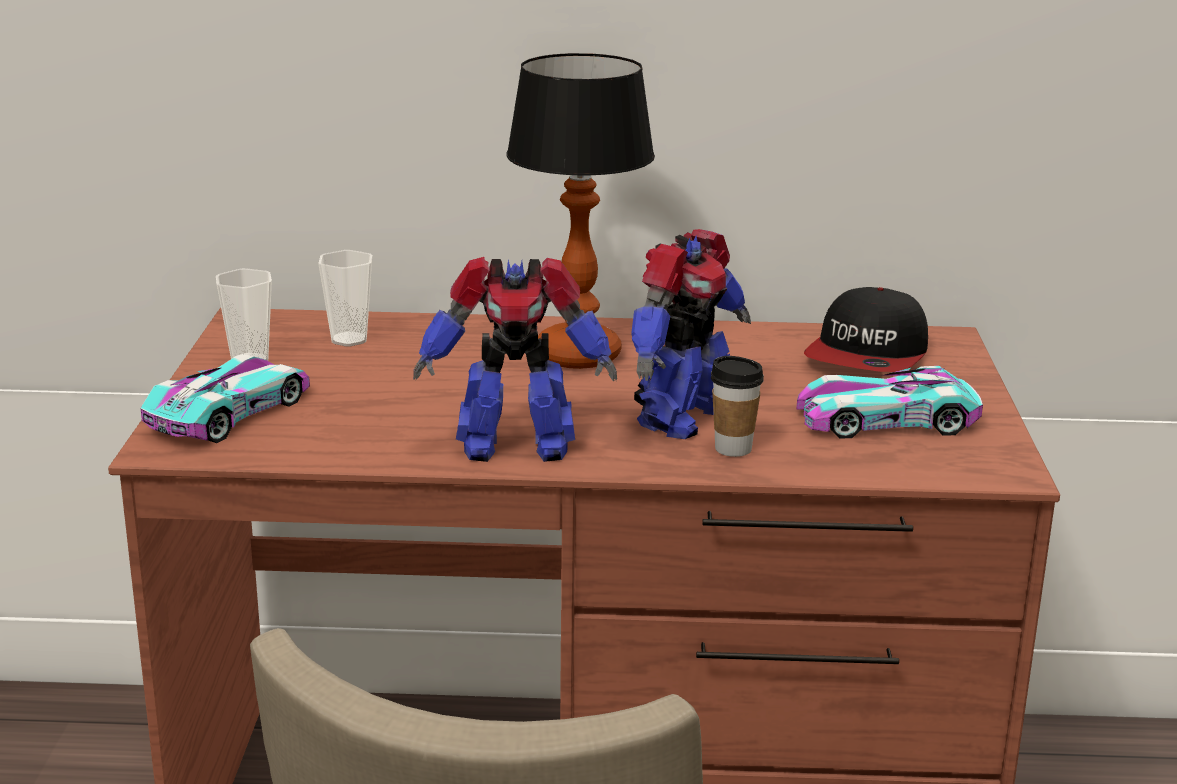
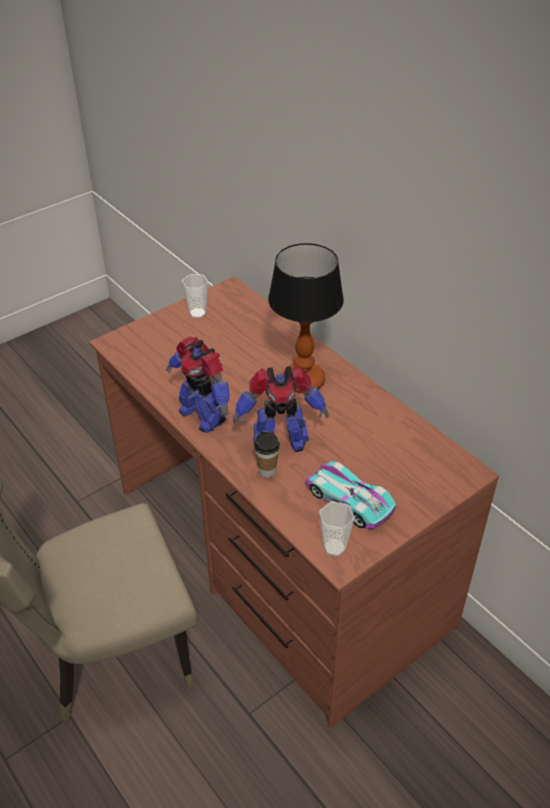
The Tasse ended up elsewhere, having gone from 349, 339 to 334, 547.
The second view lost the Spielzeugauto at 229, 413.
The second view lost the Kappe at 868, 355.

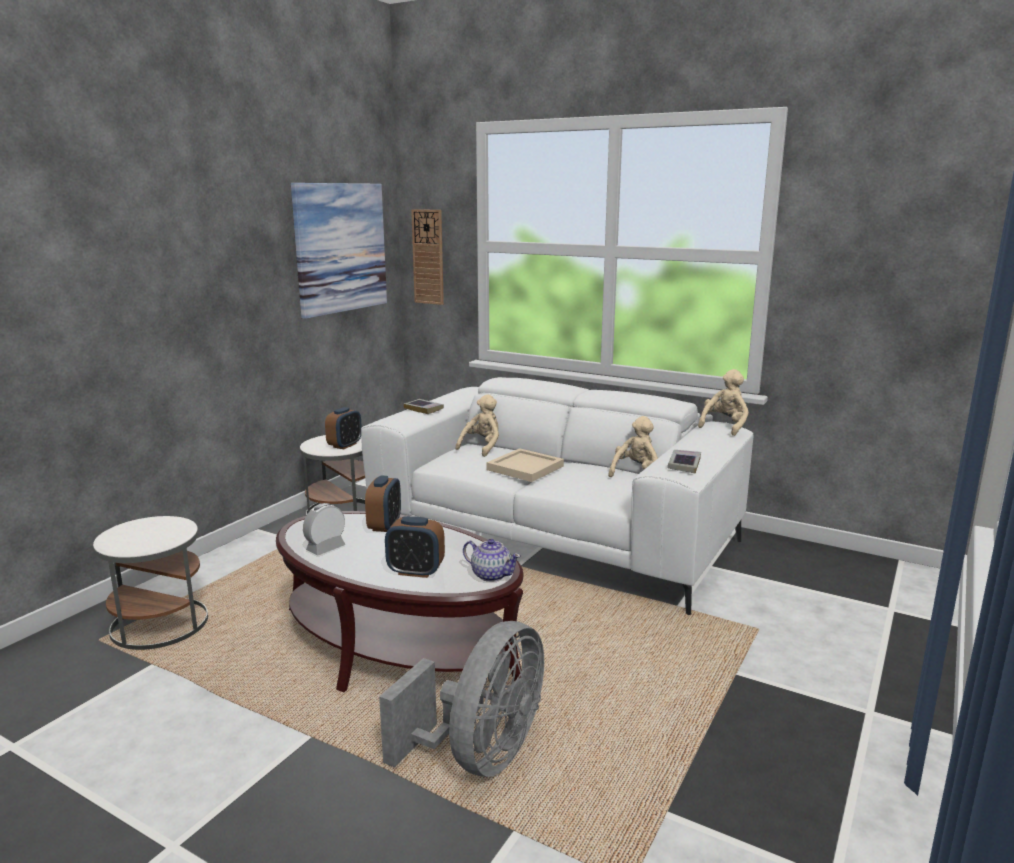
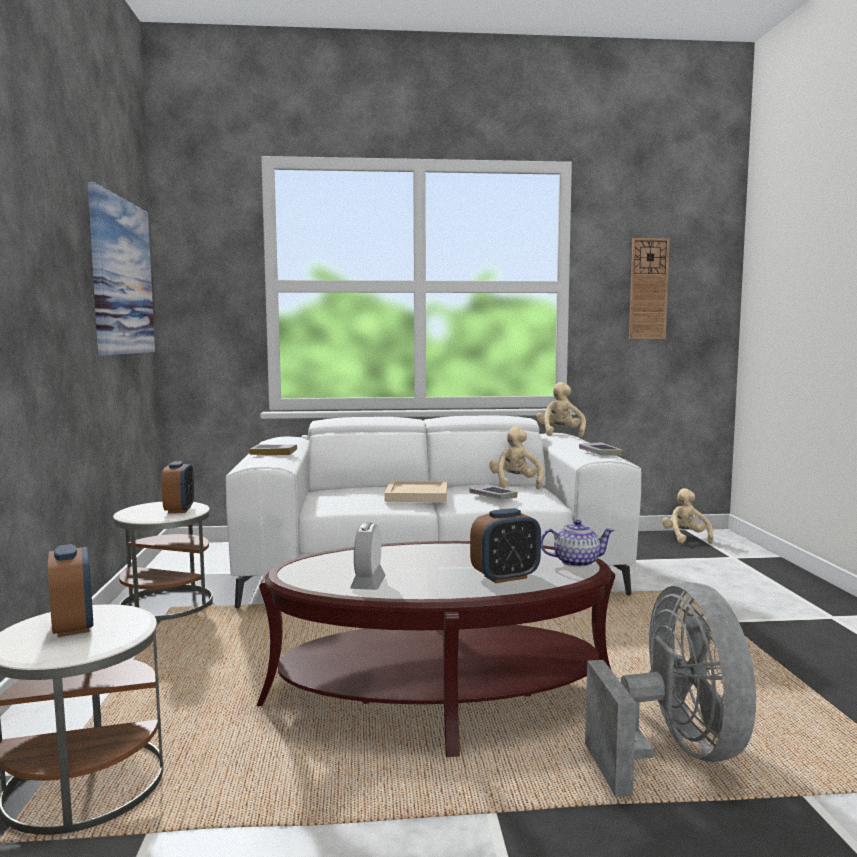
The Wecker ended up elsewhere, having gone from 385, 526 to 73, 626.
The second view gained the Buch at 492, 496.
The Wanduhr ended up elsewhere, having gone from 428, 257 to 648, 289.
The Plüschtier (beige) ended up elsewhere, having gone from 482, 447 to 685, 538.

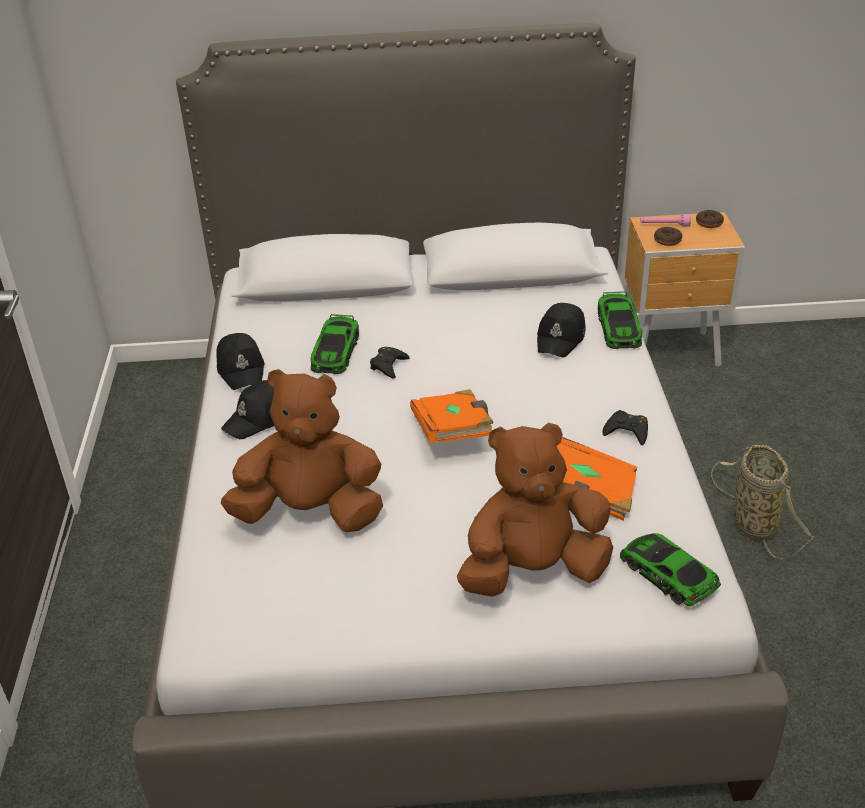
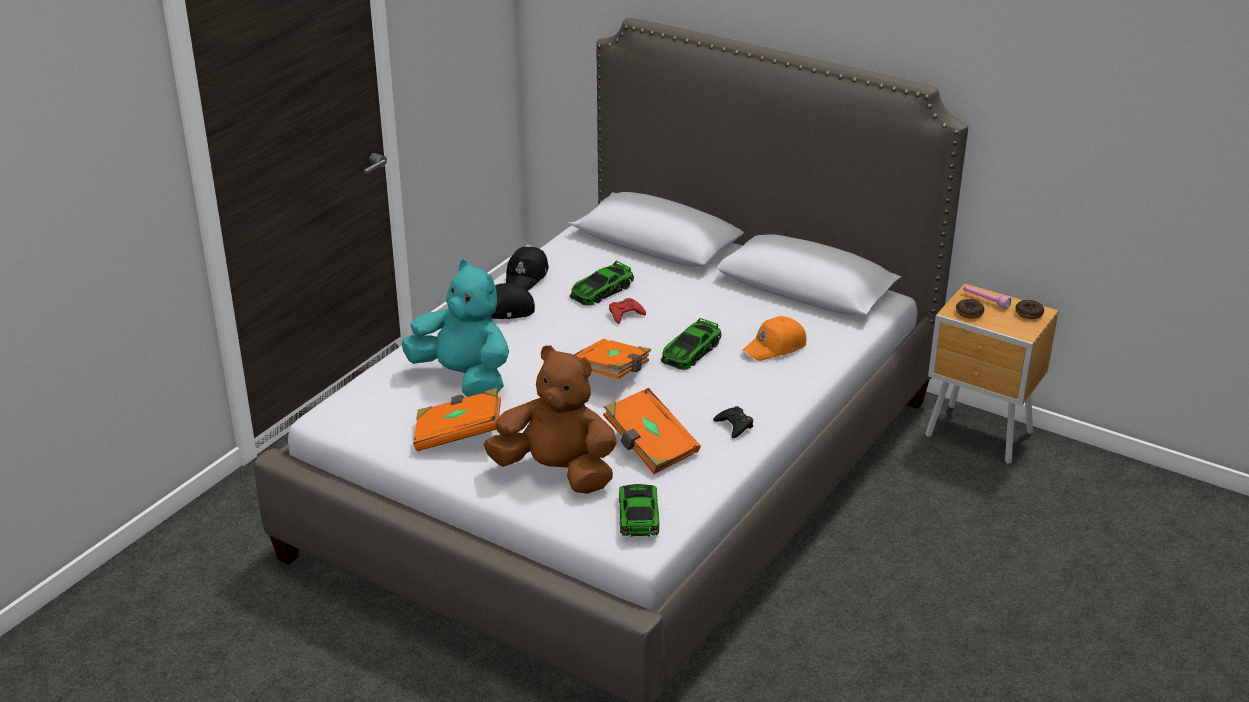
What was the Plüschtier (braun) at 311, 512 turned into the Plüschtier (türkis) at 464, 378.
The second view gained the Buch (orange) at 458, 435.
What was the Gamepad (schwarz) at 388, 365 turned into the Gamepad (rot) at 625, 314.
The Spielzeugauto ended up elsewhere, having gone from 618, 328 to 691, 351.
What was the Kappe (schwarz) at 561, 338 turned into the Kappe (orange) at 775, 347.
The second view lost the Korb at 752, 522.

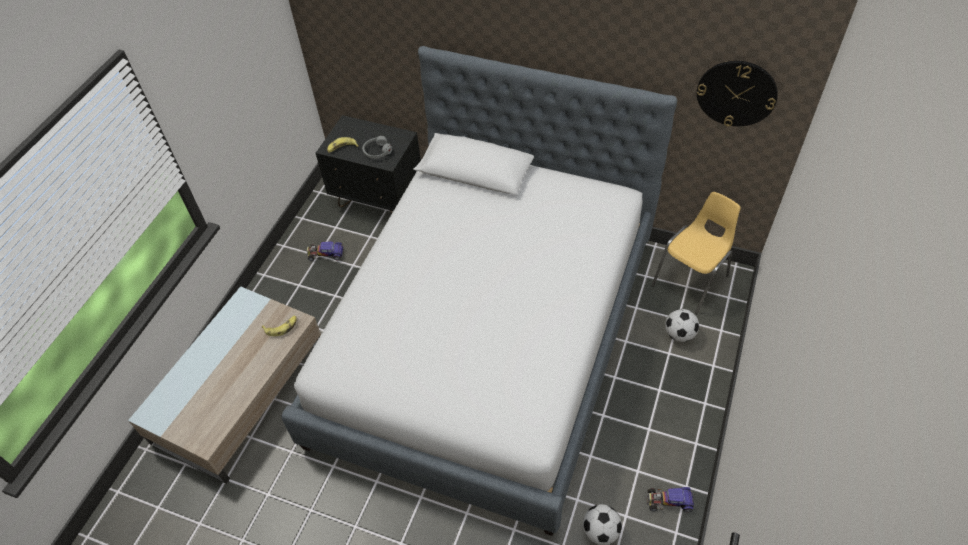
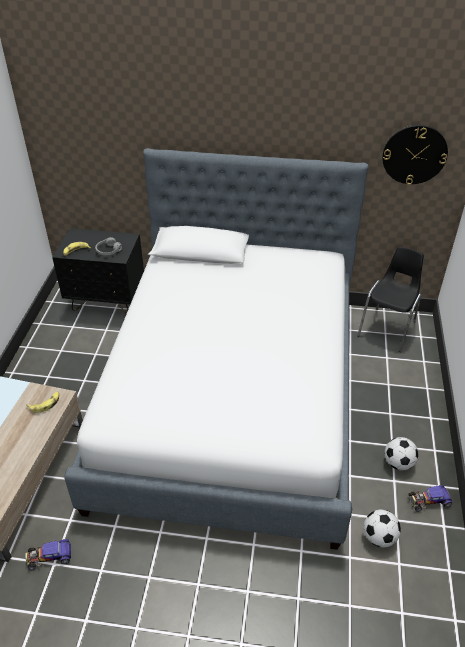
The Spielzeugauto ended up elsewhere, having gone from 325, 254 to 49, 557.
What was the Stuhl (gelb) at 691, 281 turned into the Stuhl (schwarz) at 388, 329.
The Fußball ended up elsewhere, having gone from 679, 334 to 398, 463.

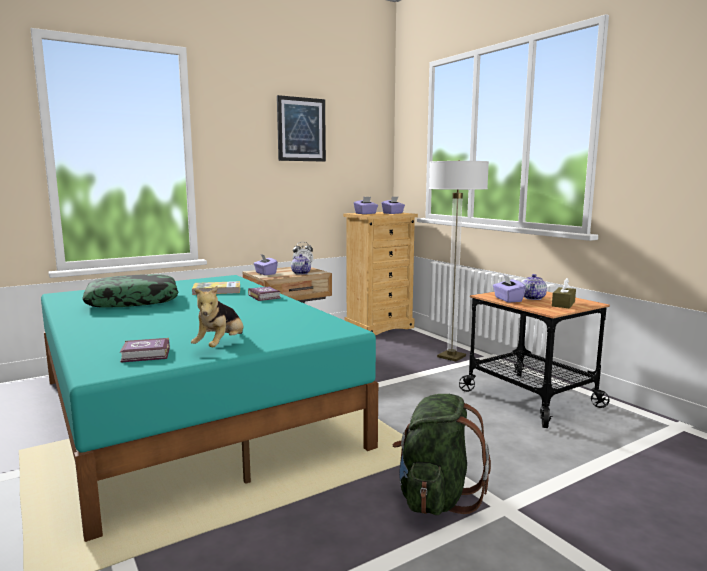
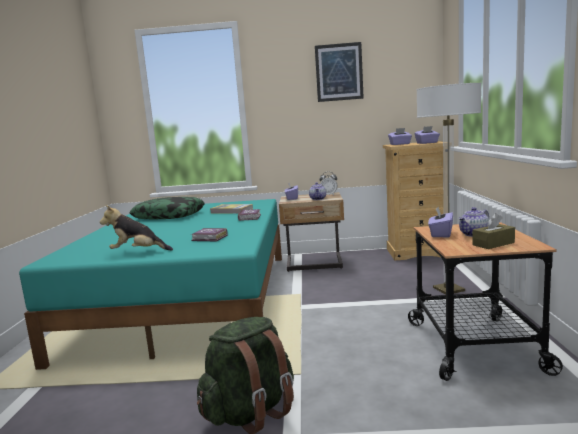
The Plüschtier at 221, 346 ended up facing another way, 45 degrees clockwise from before.
The Buch ended up elsewhere, having gone from 147, 355 to 210, 238.

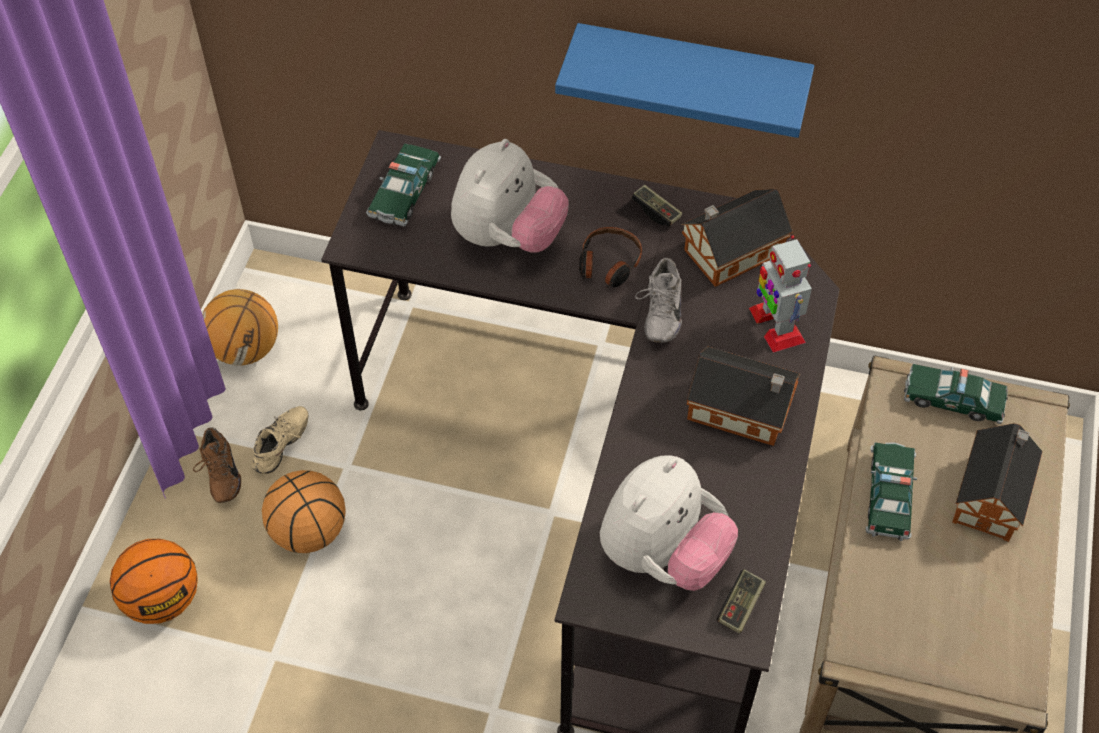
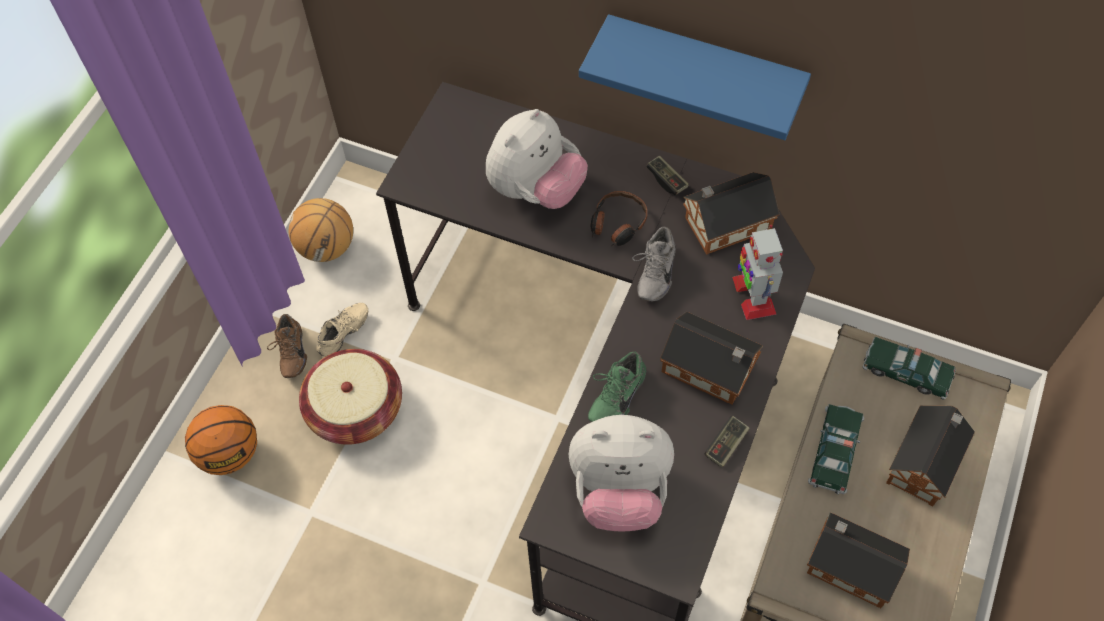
Where the Basketball stood at 309, 530, the Korb came to stand at 356, 409.
The Plüschtier at 662, 554 ended up facing another way, 45 degrees clockwise from before.
The second view gained the Schuh (grün) at 614, 396.
The Gamepad ended up elsewhere, having gone from 740, 606 to 726, 445.
The second view gained the Spielzeughaus at 849, 565.
The second view lost the Spielzeugauto at 405, 192.

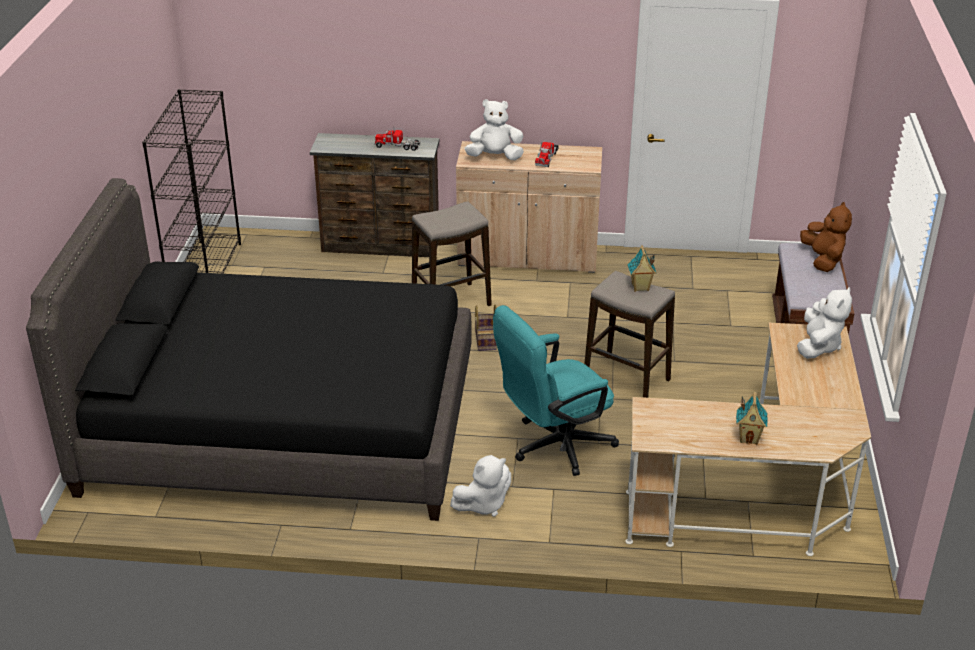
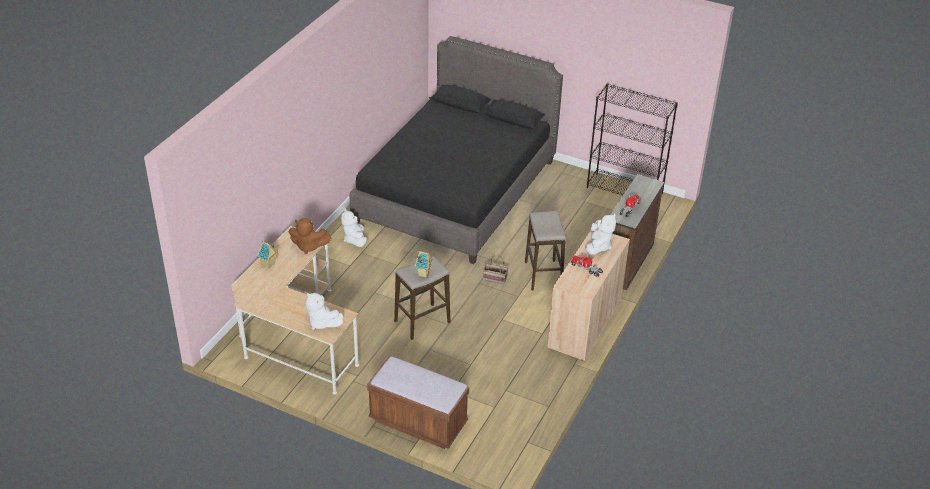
The Plüschtier (braun) ended up elsewhere, having gone from 823, 260 to 309, 246.
The second view lost the Bürostuhl (türkis) at 553, 446.

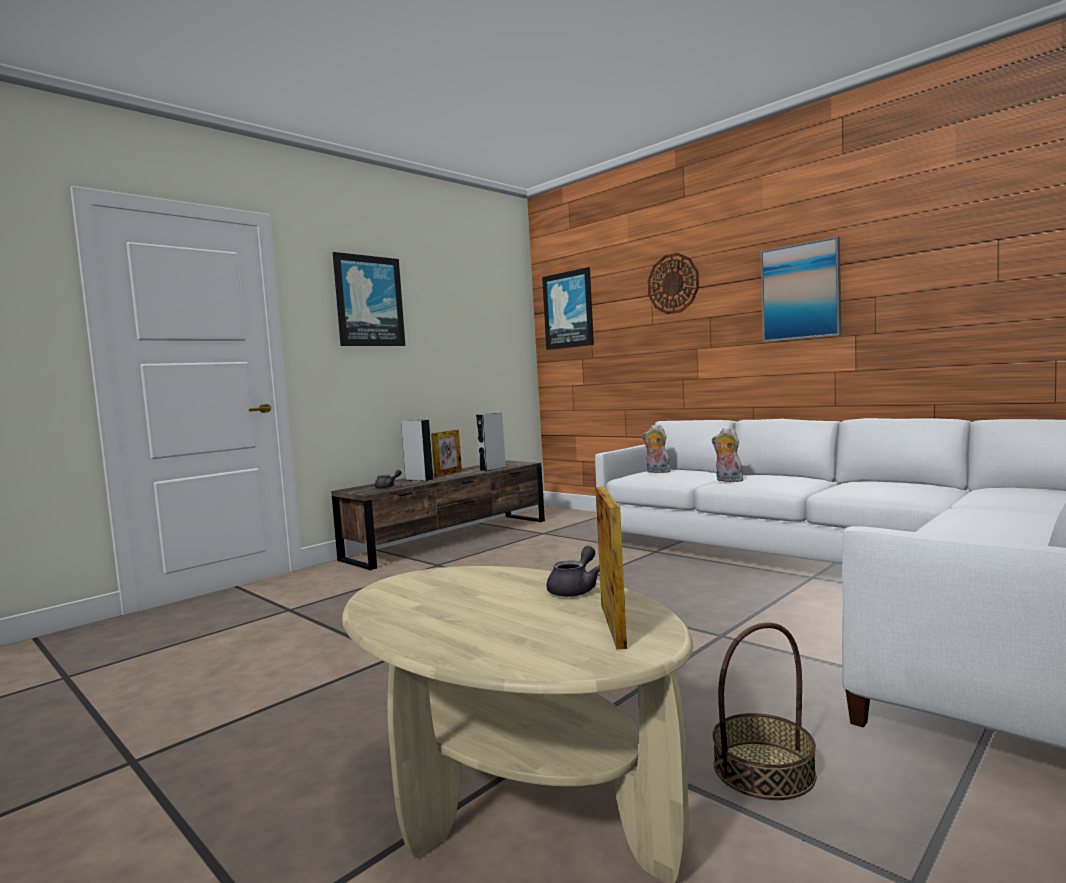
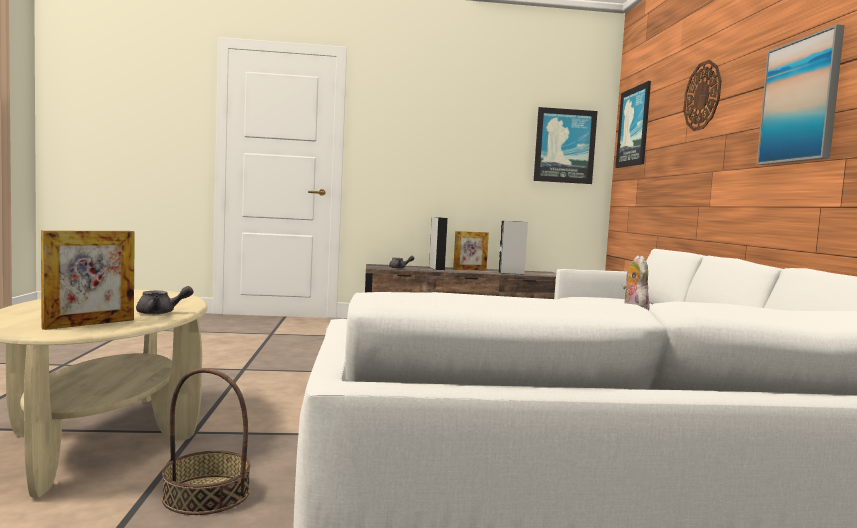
The Bild ended up elsewhere, having gone from 369, 301 to 564, 146.
The second view lost the Plüschtier at 656, 472.

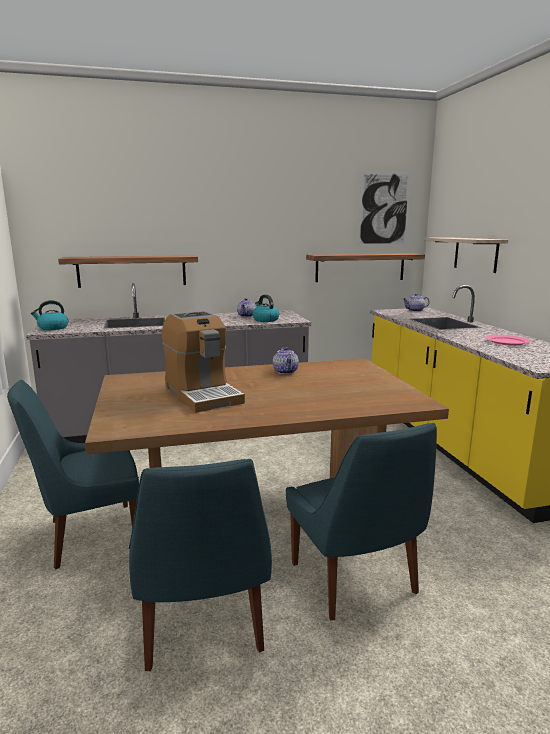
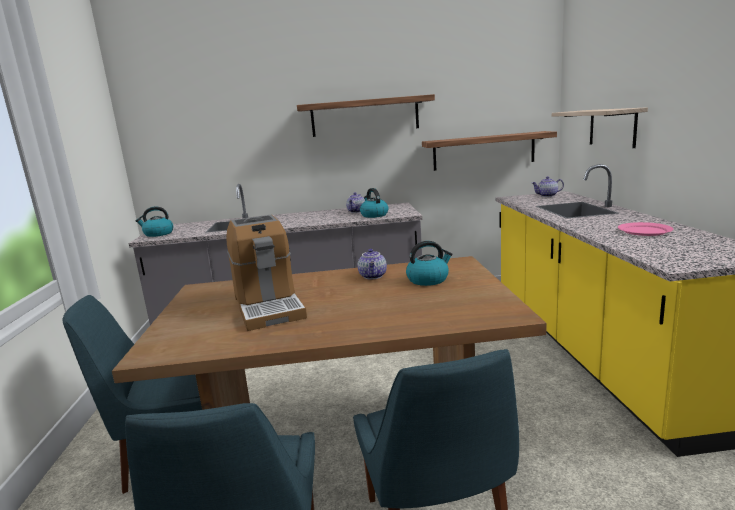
The Wandregal ended up elsewhere, having gone from 132, 271 to 365, 116.
The second view gained the Wasserkessel at 428, 279.
The second view lost the Bild at 384, 209.

